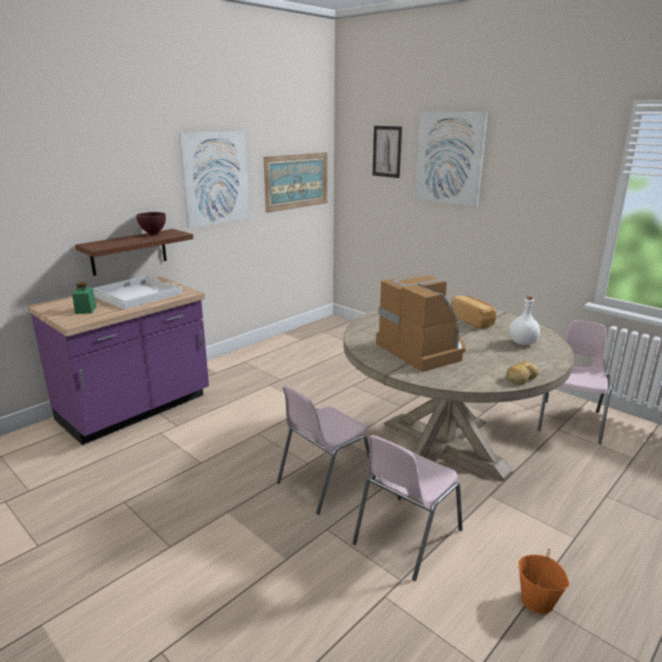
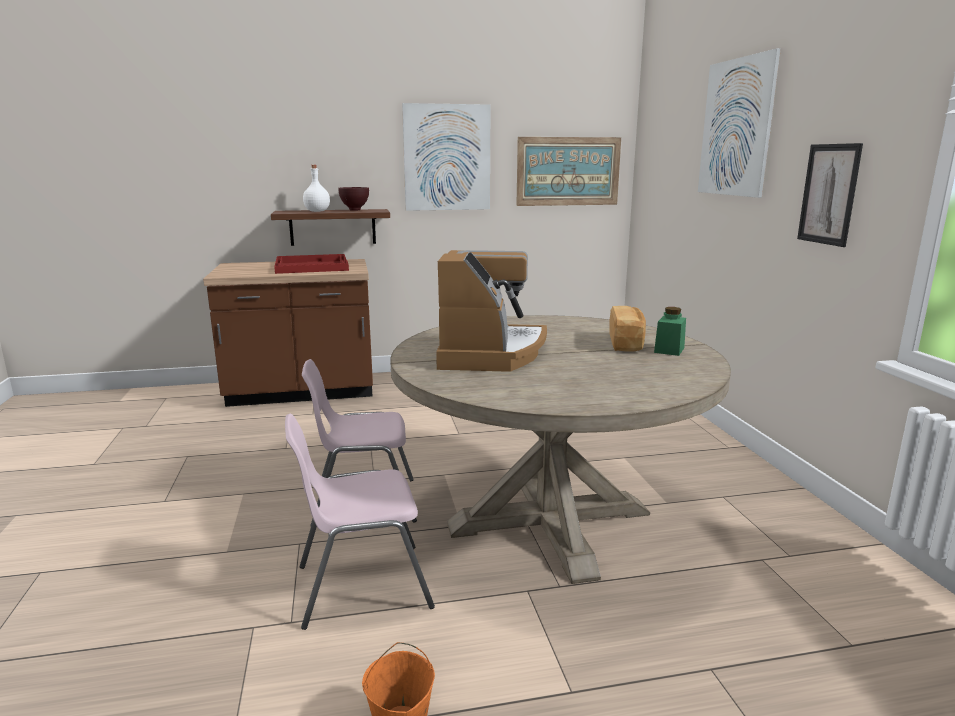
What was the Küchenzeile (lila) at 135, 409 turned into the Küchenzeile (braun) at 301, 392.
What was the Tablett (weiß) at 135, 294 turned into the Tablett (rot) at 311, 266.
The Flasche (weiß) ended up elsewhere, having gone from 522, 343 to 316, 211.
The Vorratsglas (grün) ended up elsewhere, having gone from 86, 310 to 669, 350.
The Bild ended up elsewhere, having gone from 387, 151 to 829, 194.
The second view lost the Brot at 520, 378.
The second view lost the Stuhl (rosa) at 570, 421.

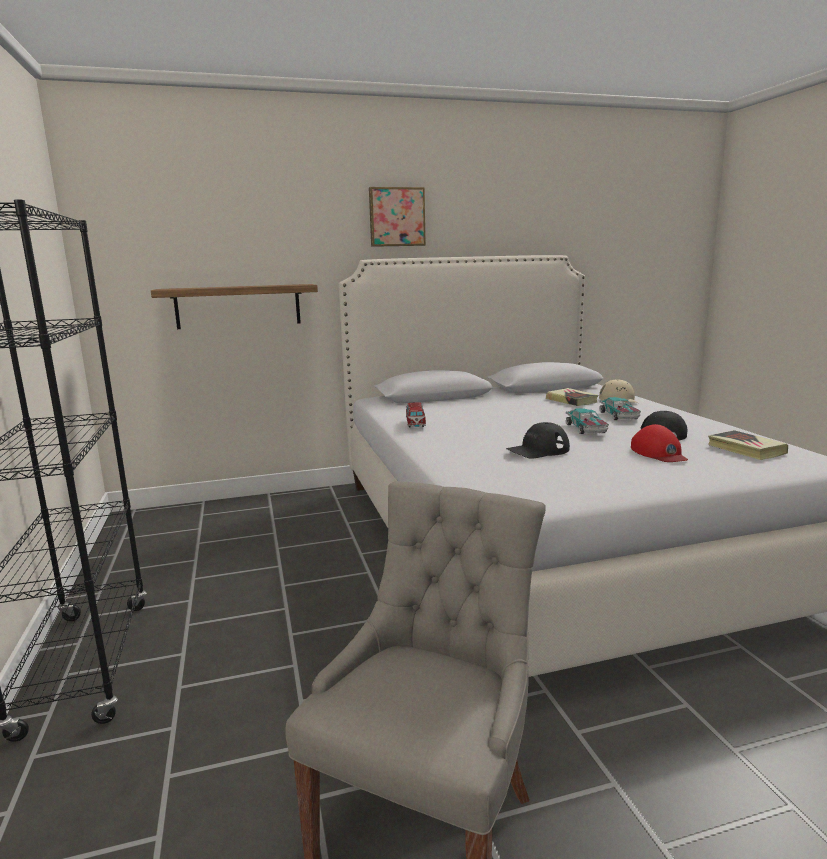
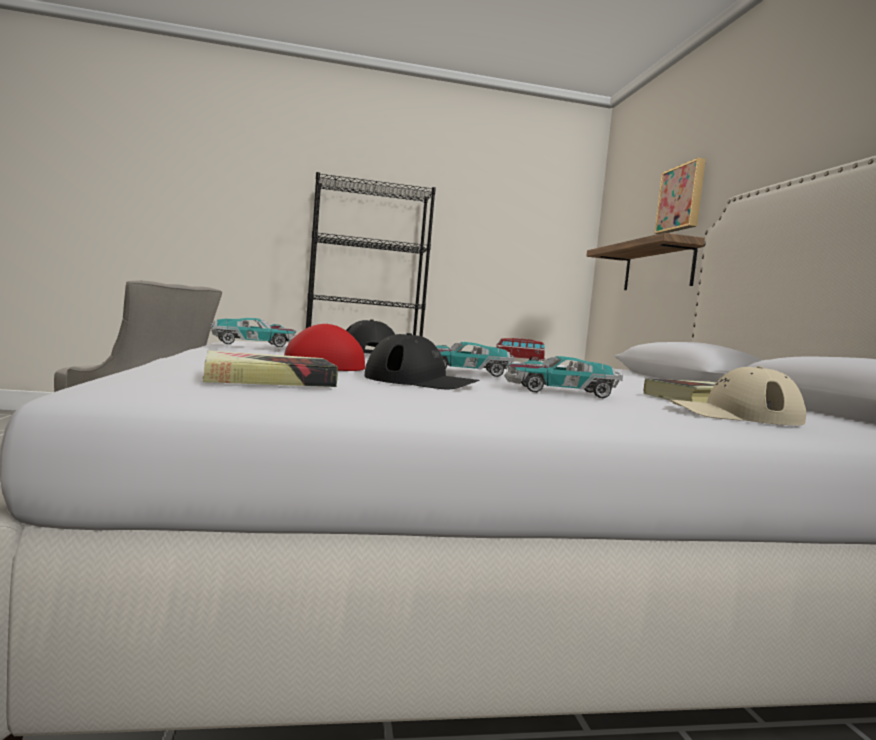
The second view gained the Spielzeugauto at 254, 344.
The Bild ended up elsewhere, having gone from 396, 217 to 682, 198.

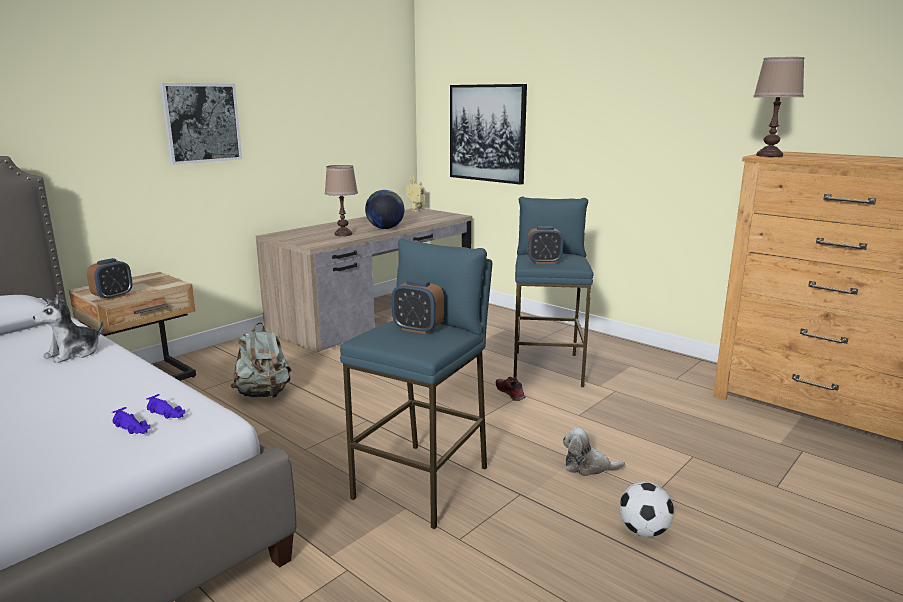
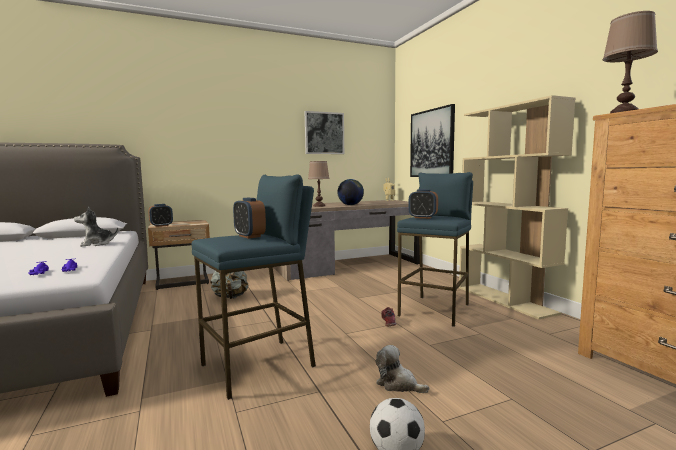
The Bild ended up elsewhere, having gone from 201, 123 to 324, 133.
The second view gained the Bücherregal (beige) at 505, 300.

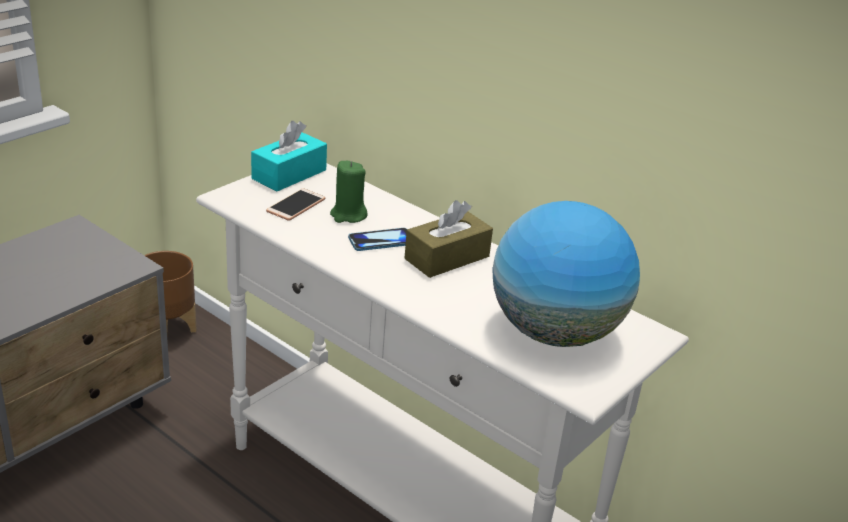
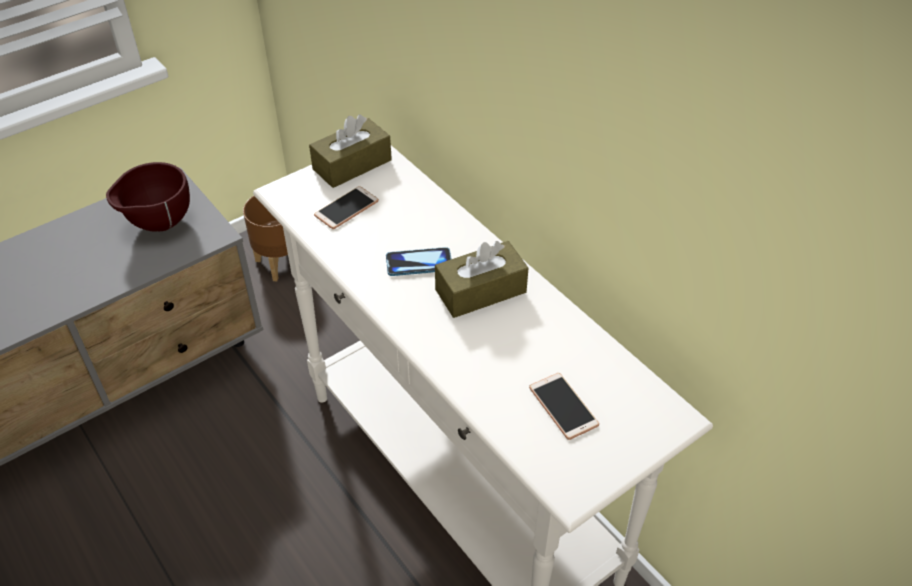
The second view gained the Schüssel (braun) at 158, 225.
What was the Taschentuchbox (türkis) at 289, 174 turned into the Taschentuchbox (braun) at 352, 164.
Where the Globus stood at 554, 333, the Handy came to stand at 563, 406.
The second view lost the Kerze (grün) at 348, 215.

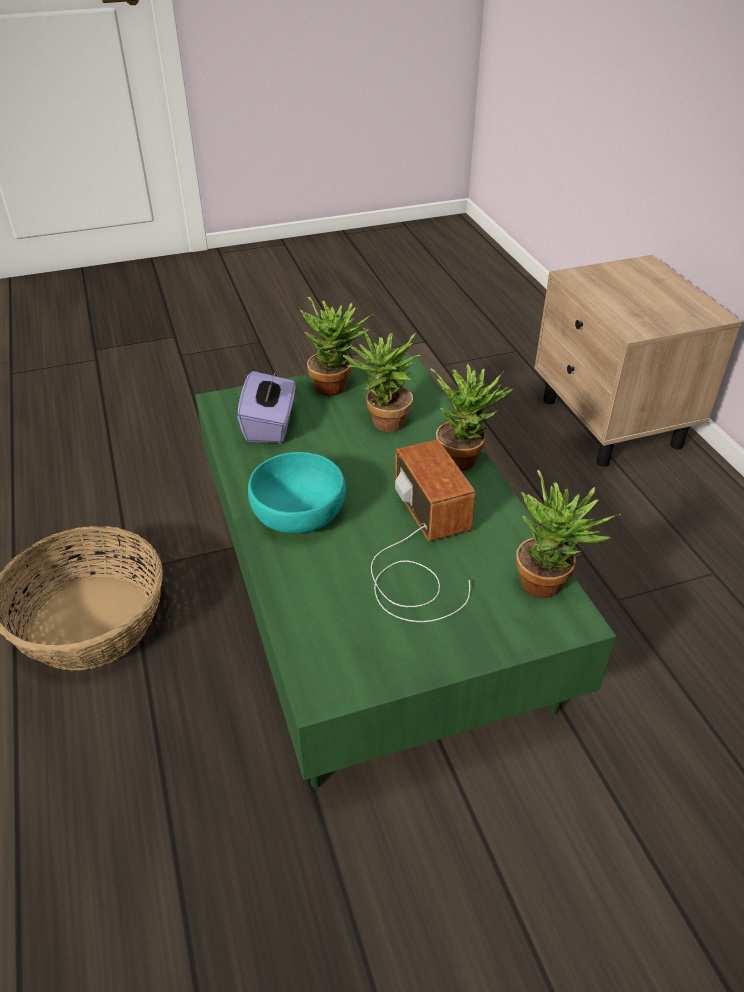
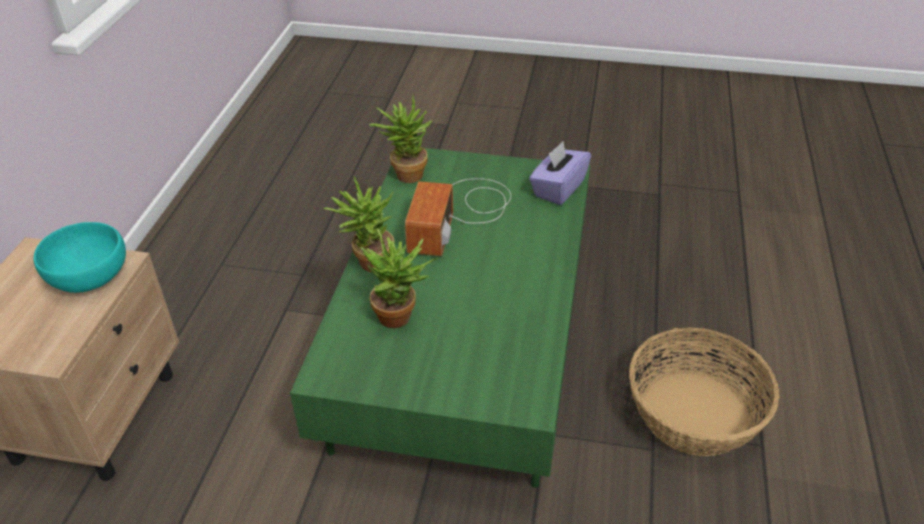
The Schüssel (türkis) ended up elsewhere, having gone from 297, 513 to 89, 276.
The Taschentuchbox (lila) ended up elsewhere, having gone from 270, 425 to 558, 189.
The second view lost the Topfpflanze at 337, 386.

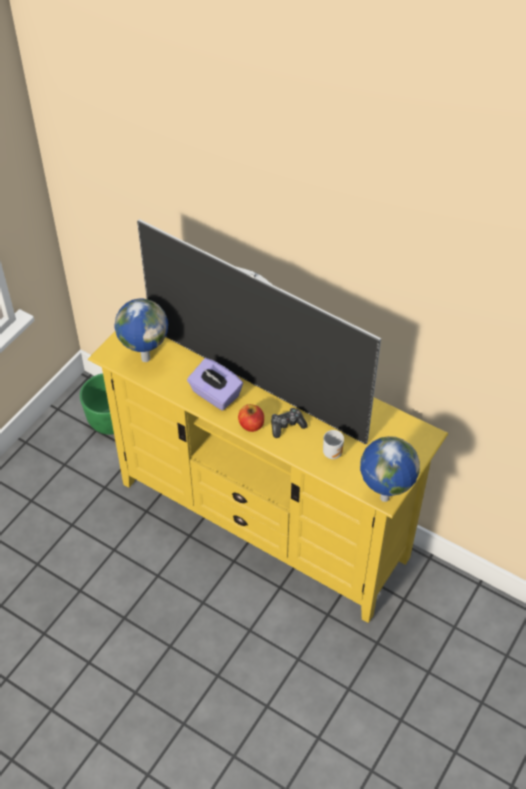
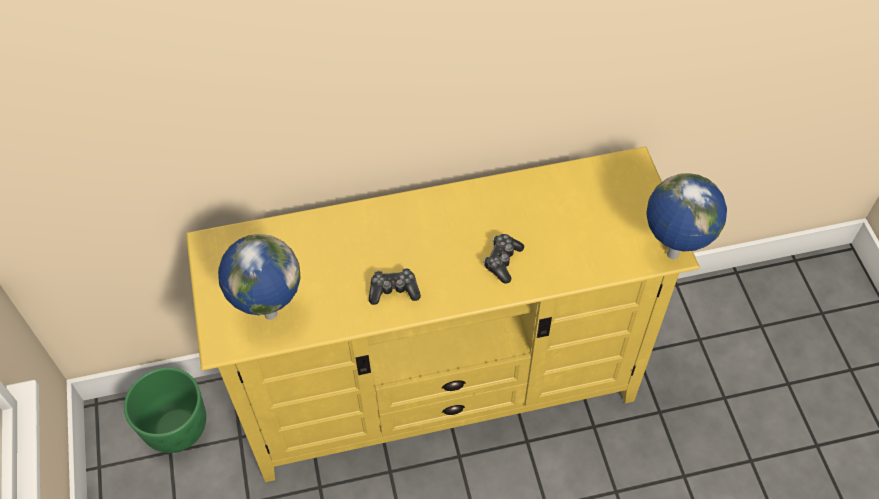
Where the Taschentuchbox (lila) stood at 215, 395, the Gamepad came to stand at 394, 290.
The second view lost the Fernseher at 255, 383.
The second view lost the Apfel at 251, 425.
The second view lost the Henkelbecher at 332, 452.

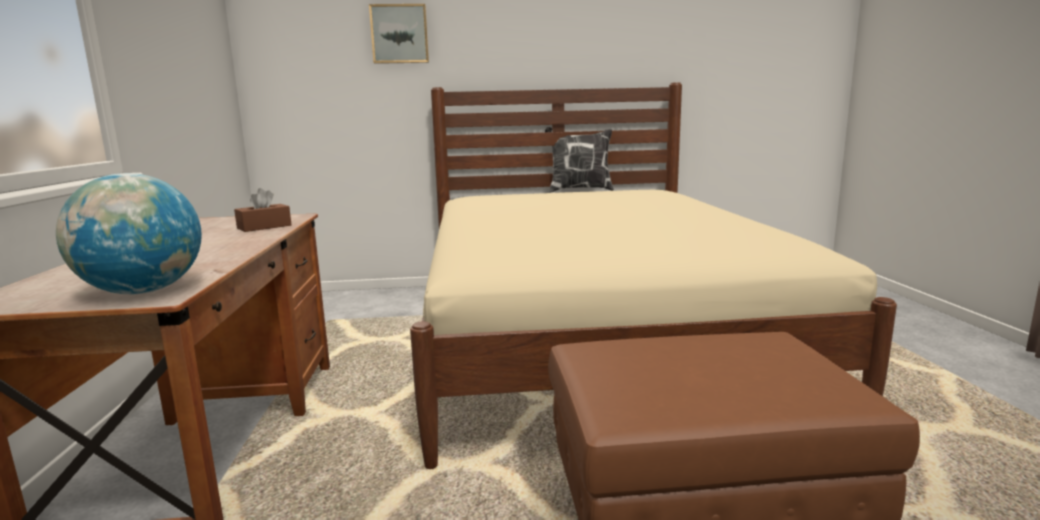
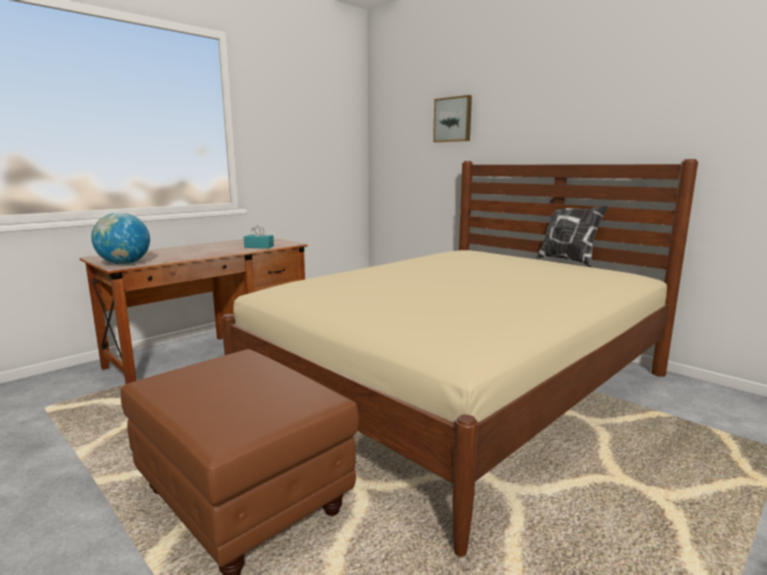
What was the Taschentuchbox (braun) at 264, 227 turned into the Taschentuchbox (türkis) at 259, 247.

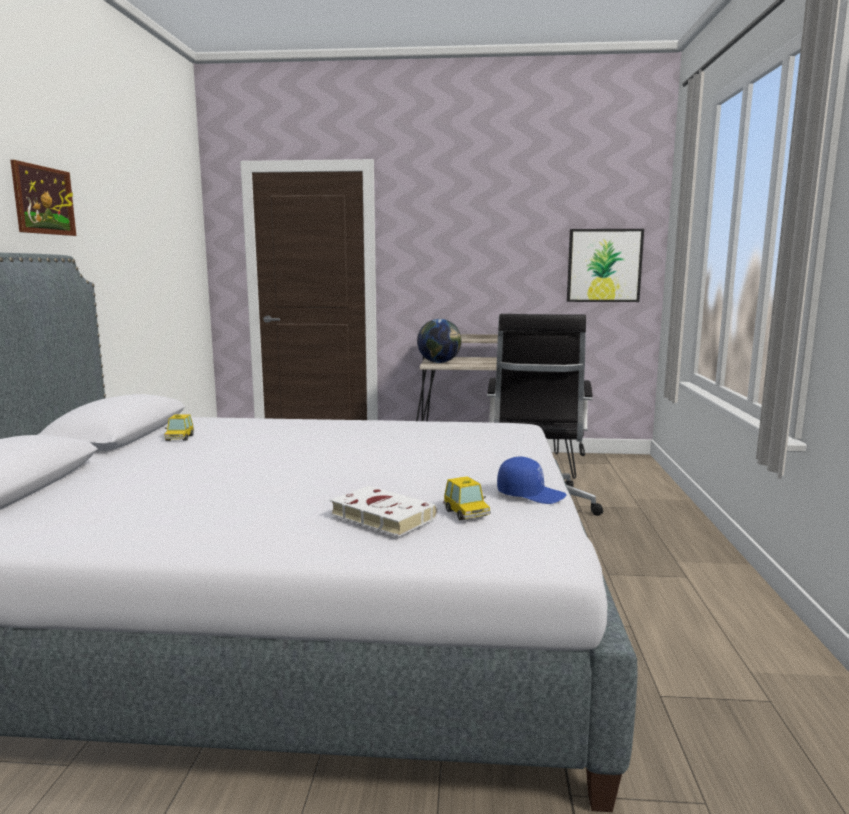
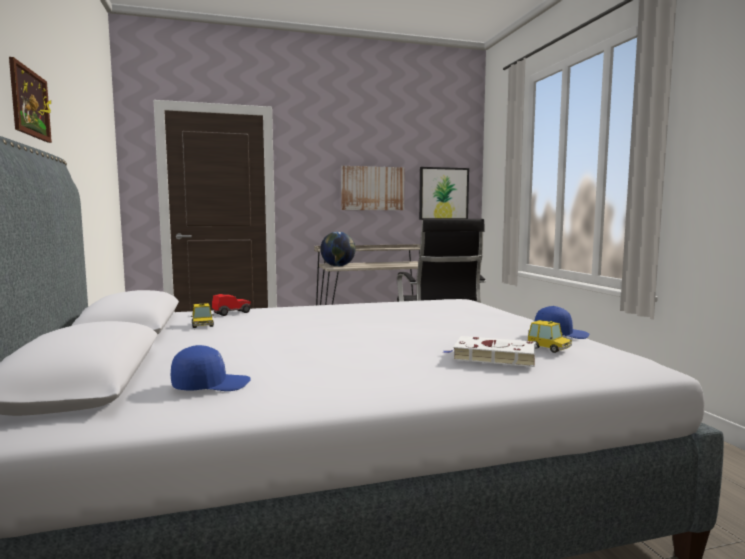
The second view gained the Kappe (blau) at 211, 385.
The second view gained the Spielzeugauto at 232, 313.
The second view gained the Bild at 372, 188.

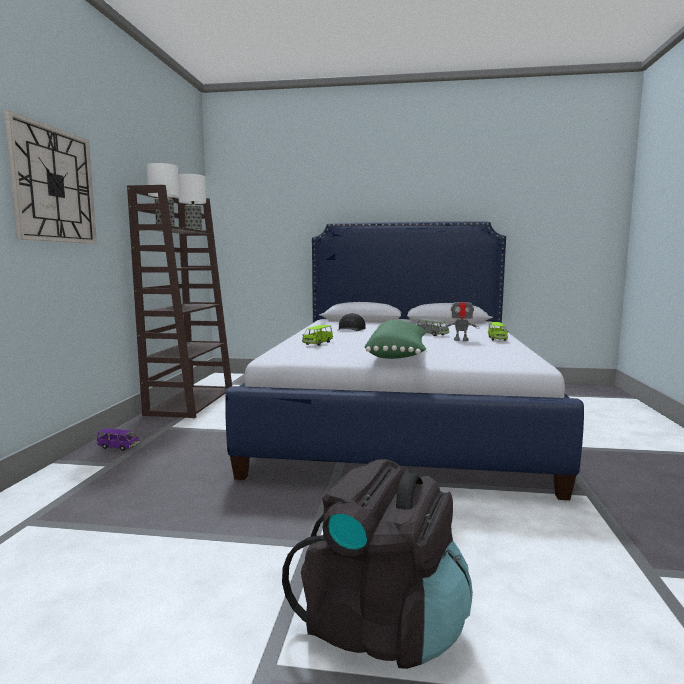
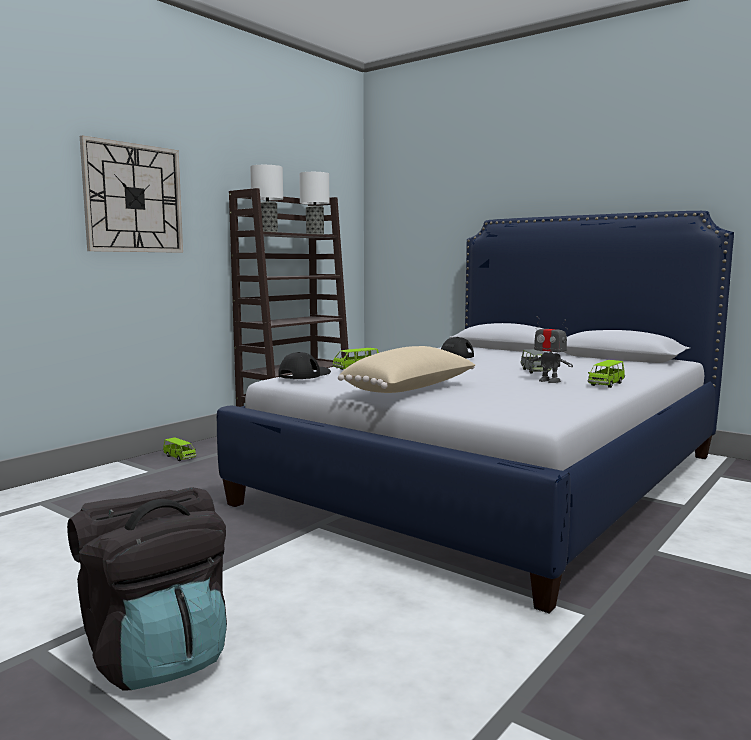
What was the Spielzeugauto (lila) at 118, 447 turned into the Spielzeugauto (grün) at 179, 457.
The second view gained the Kappe (schwarz) at 304, 374.
What was the Kissen (grün) at 399, 355 turned into the Kissen (beige) at 411, 390.

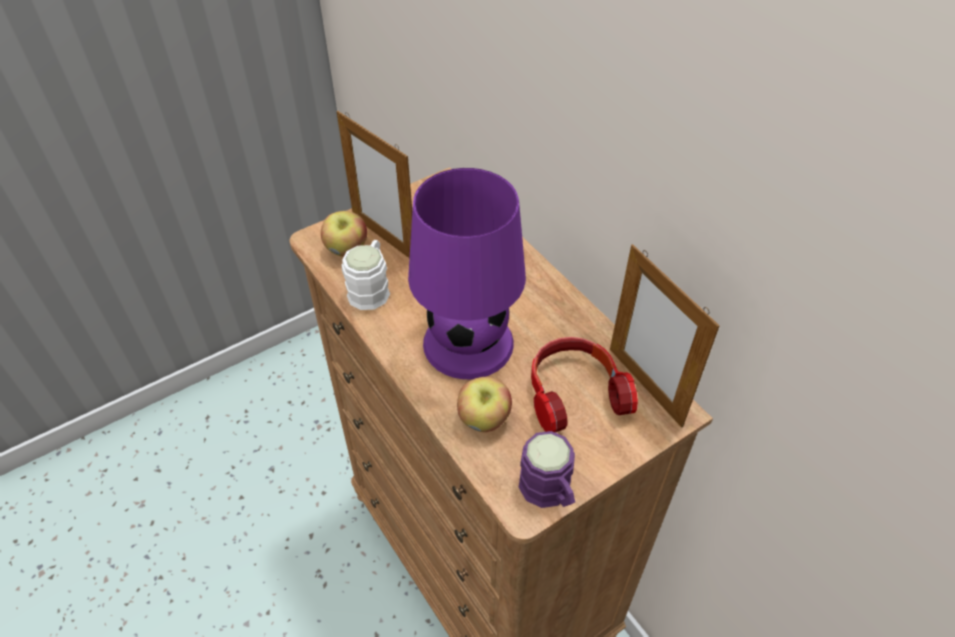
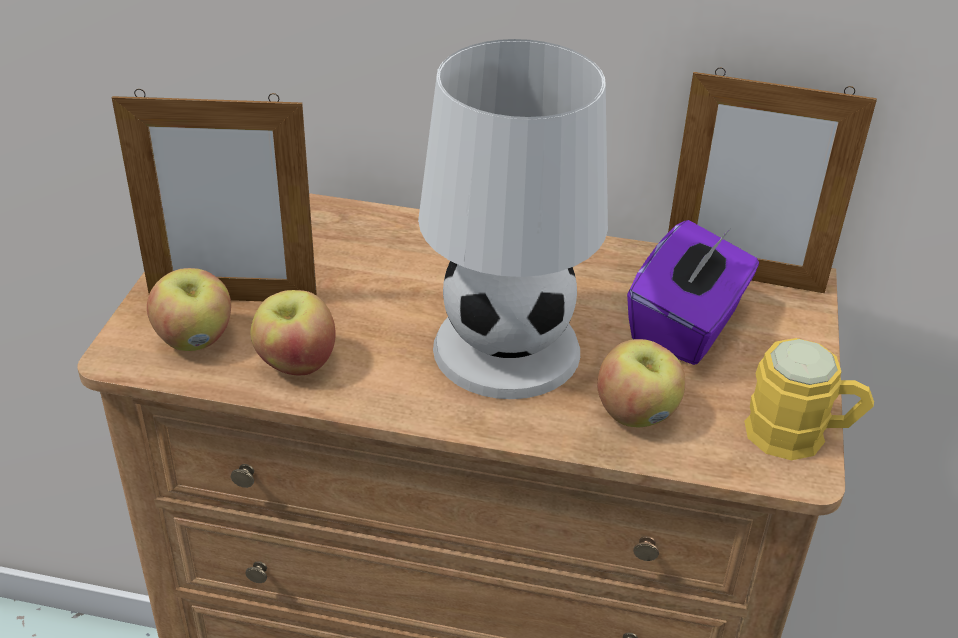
Where the Henkelbecher (weiß) stood at 371, 288, the Apfel came to stand at 296, 363.
What was the Tischlampe (lila) at 467, 342 turned into the Tischlampe (weiß) at 505, 349.
Where the Kopfhörer stood at 574, 392, the Taschentuchbox (lila) came to stand at 687, 326.
What was the Henkelbecher (lila) at 549, 492 turned into the Henkelbecher (gelb) at 800, 435.

